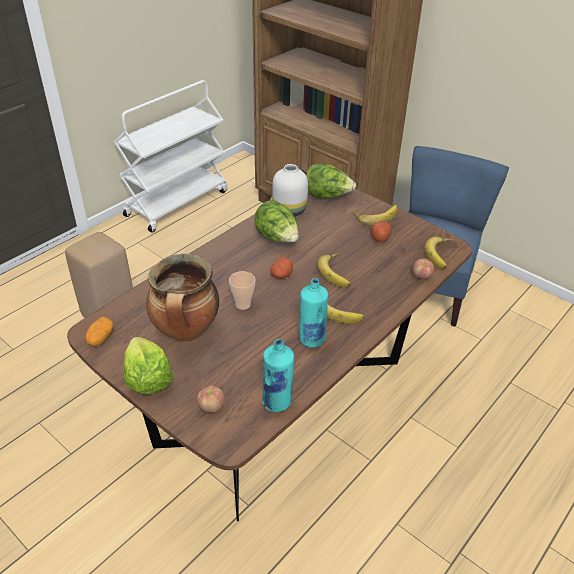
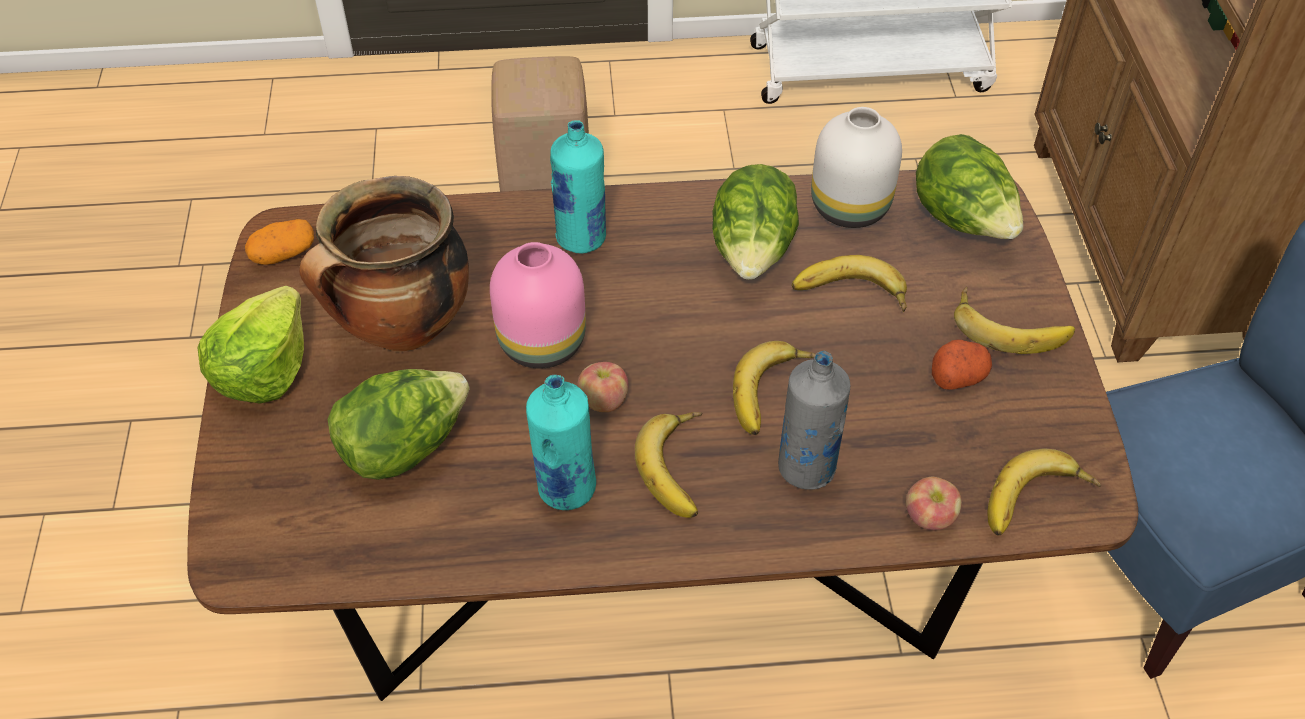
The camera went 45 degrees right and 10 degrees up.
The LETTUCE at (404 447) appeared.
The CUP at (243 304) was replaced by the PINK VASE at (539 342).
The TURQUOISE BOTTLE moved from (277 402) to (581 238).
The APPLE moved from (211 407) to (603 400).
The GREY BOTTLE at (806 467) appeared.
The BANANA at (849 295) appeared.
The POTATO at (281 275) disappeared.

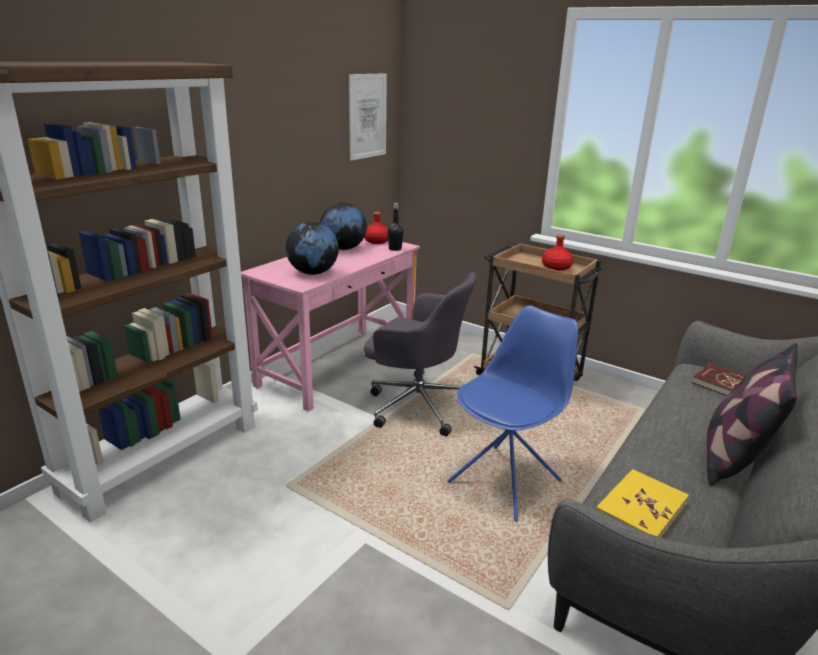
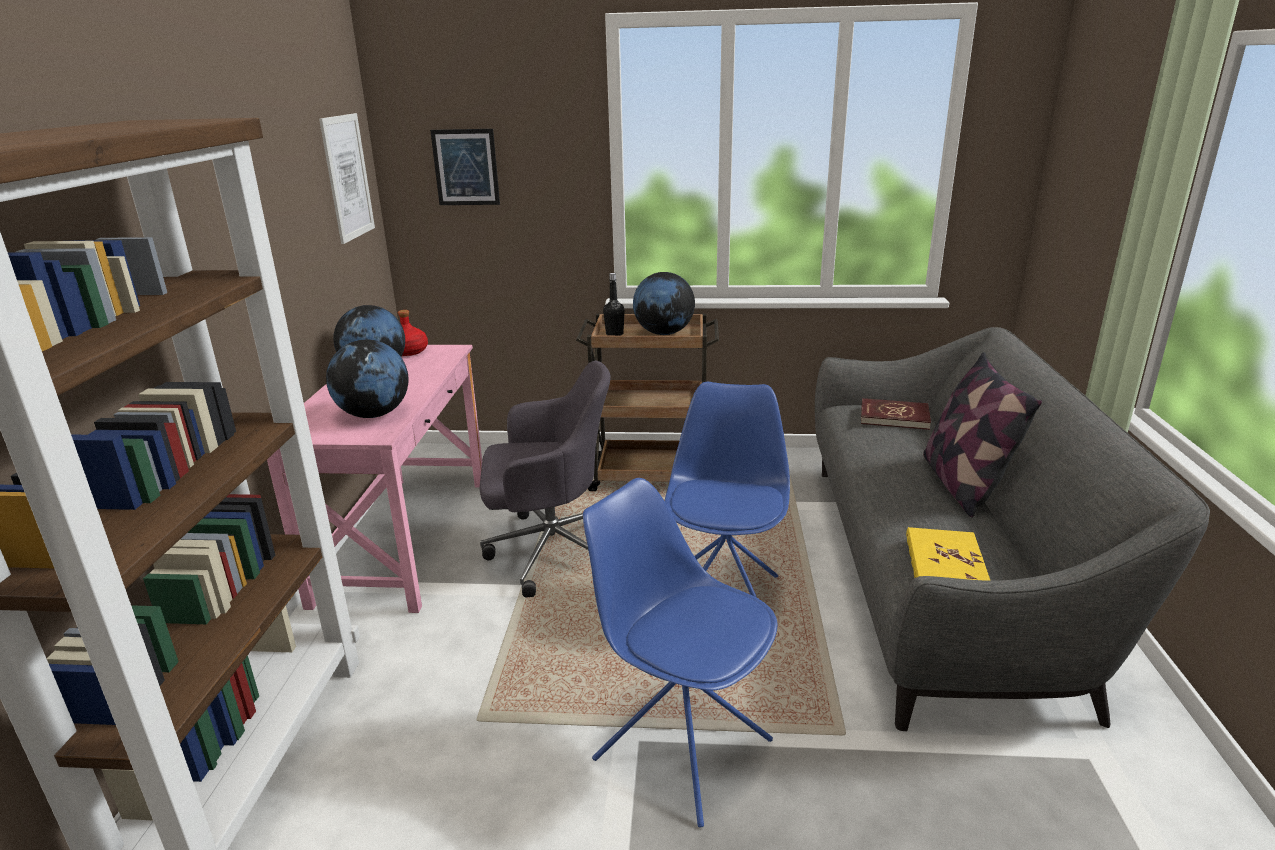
The camera went 30 degrees left and 0 degrees up.
The PICTURE at (466 167) appeared.
The BLUE CHAIR at (680 747) appeared.
The BLACK BOTTLE moved from (395 249) to (614 334).
The RED BOTTLE at (556 267) was replaced by the GLOBE at (664 333).

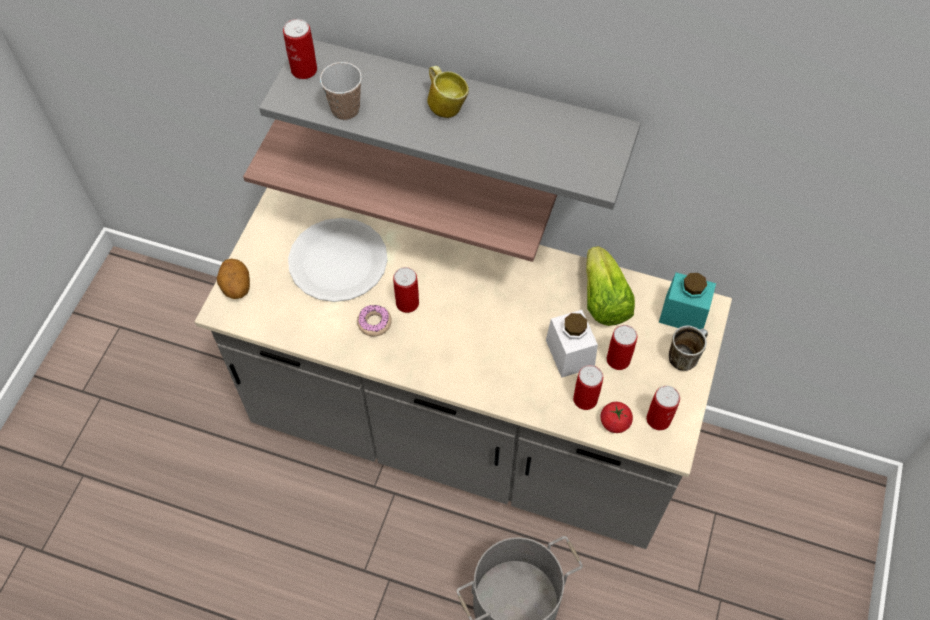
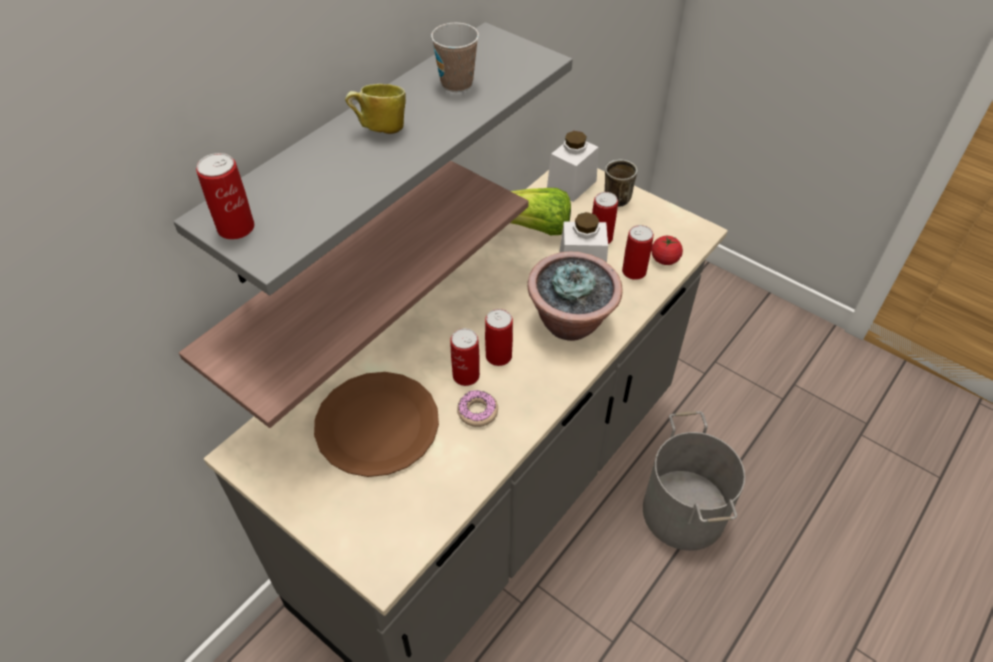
The camera went 70 degrees left and 10 degrees down.
The WHITE PLATE at (338 261) became the BROWN PLATE at (377 425).
The CUP moved from (345 110) to (457 83).
The CAN moved from (658 419) to (498 356).
The POTTED PLANT at (571 322) appeared.
The TURQUOISE JAR at (683 314) became the WHITE JAR at (571 184).
The POTATO at (236 287) disappeared.

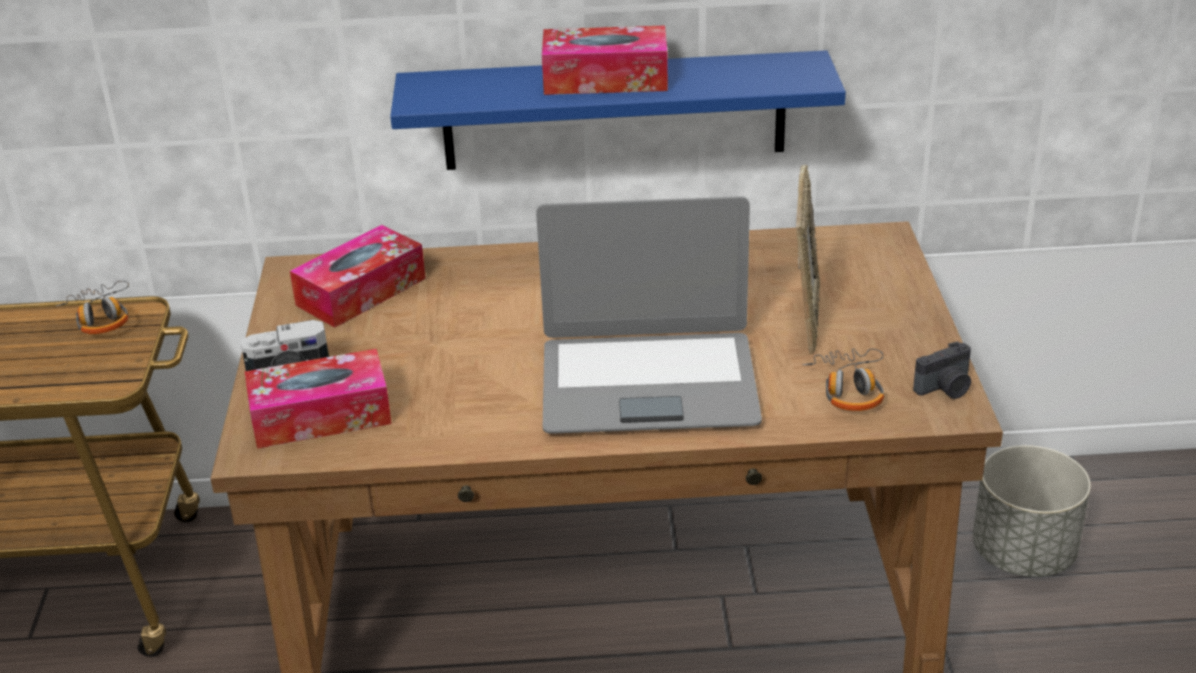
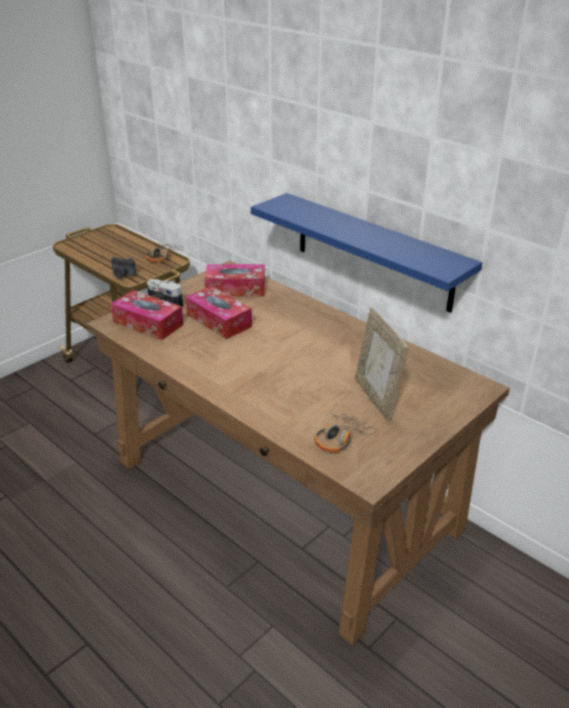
The camera went 45 degrees right and 0 degrees up.
The PHOTO CAMERA moved from (945 389) to (122 275).
The TISSUE BOX moved from (605 79) to (219 320).
The PICTURE FRAME at (804 319) turned 105 degrees clockwise.
The LAPTOP at (648 384) disappeared.
The GREY PLANTER at (1022 553) disappeared.

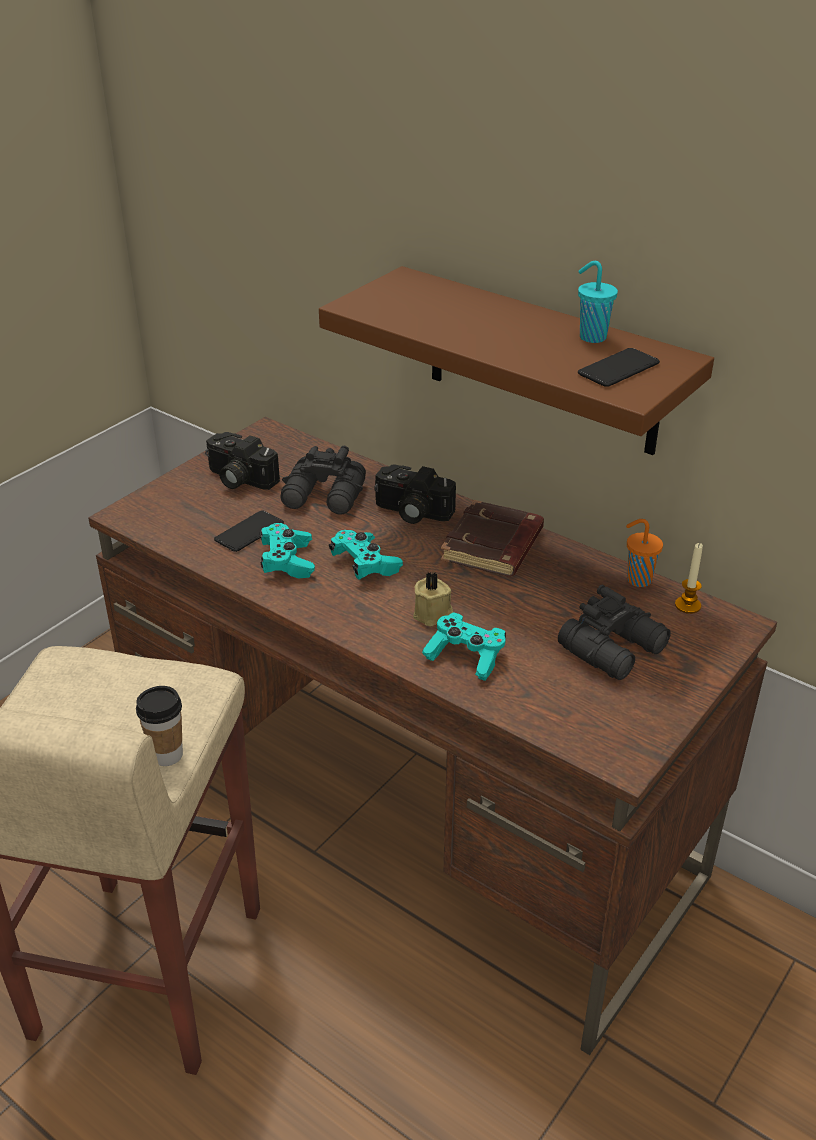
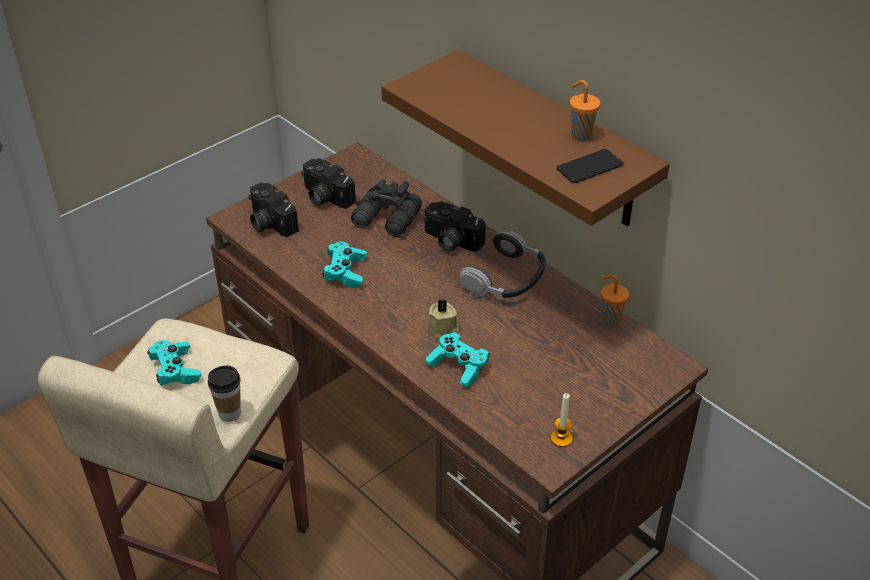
The camera went 10 degrees right and 5 degrees up.
The TURQUOISE GAME CONTROLLER moved from (365 564) to (175 370).
The PHOTO CAMERA at (269 222) appeared.
The BROWN BOOK at (493 547) was replaced by the HEADPHONES at (506 278).
The CANDLE moved from (687 605) to (561 438).
The TURQUOISE CUP at (591 337) became the ORANGE CUP at (580 135).
The PHONE at (249 532) disappeared.
The BLACK BINOCULARS at (615 649) disappeared.

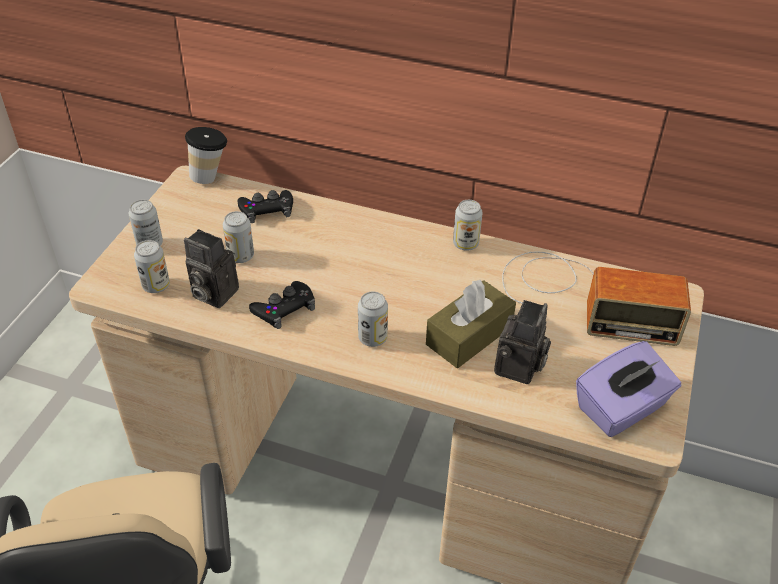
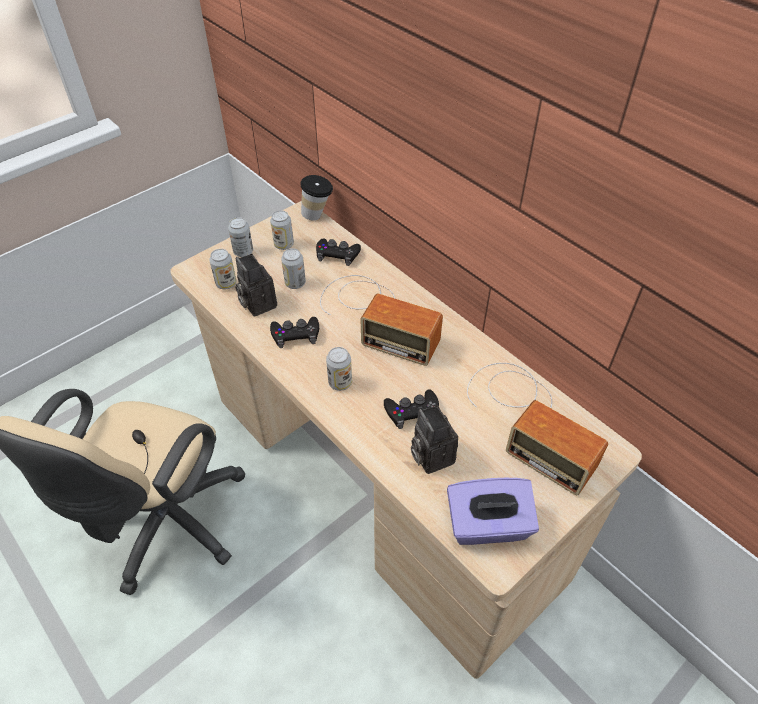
The camera went 30 degrees right and 5 degrees up.
The CAN moved from (465 244) to (284 245).
The RADIO at (376 316) appeared.
The BROWN TISSUE BOX at (469 335) was replaced by the BLACK GAME CONTROLLER at (412 411).
The PHOTO CAMERA at (519 369) turned 105 degrees clockwise.

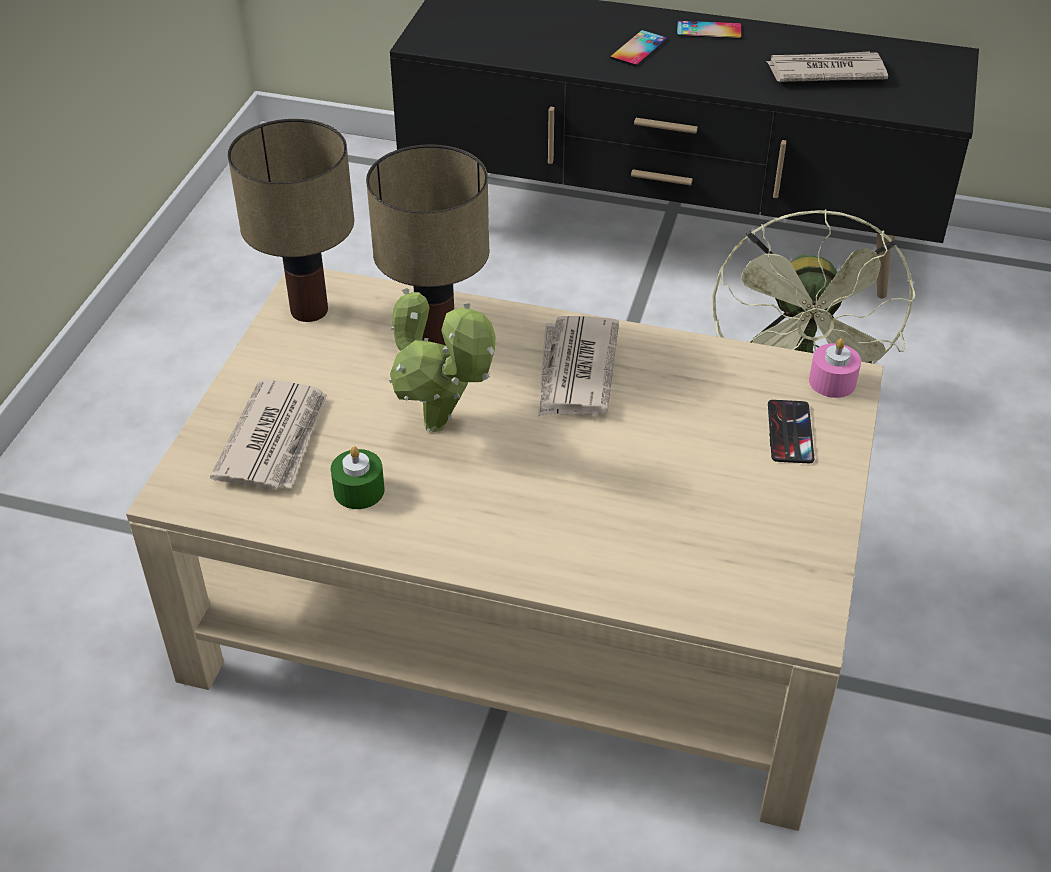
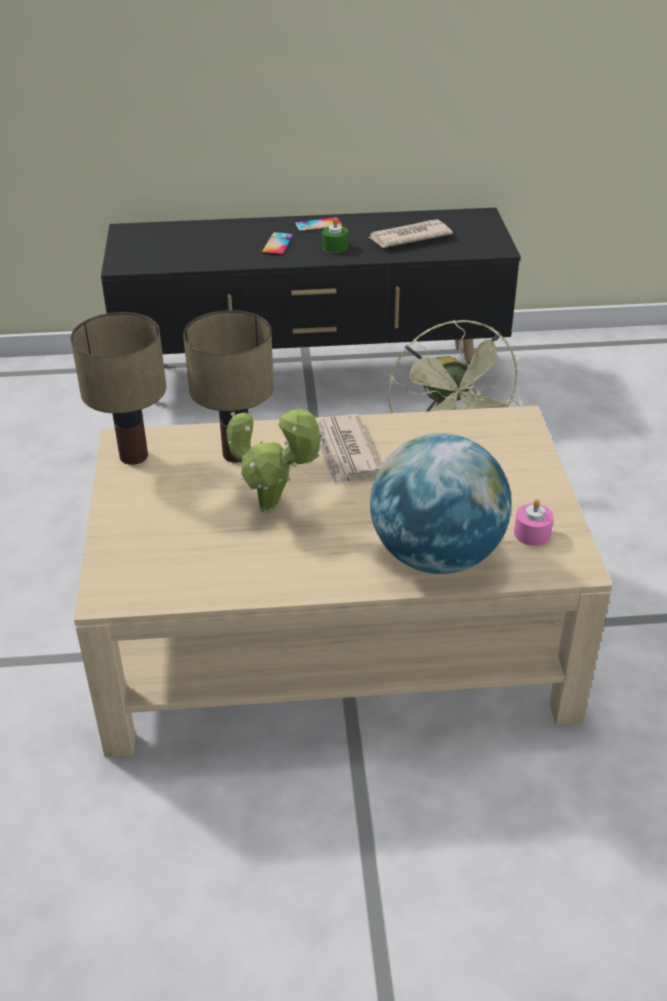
The camera went 20 degrees left and 5 degrees down.
The GREEN CANDLE moved from (359 490) to (335 247).
The GLOBE at (436 555) appeared.
The PINK CANDLE moved from (832 382) to (532 533).
The NEWSPAPER at (275 439) disappeared.
The PHONE at (790 432) disappeared.

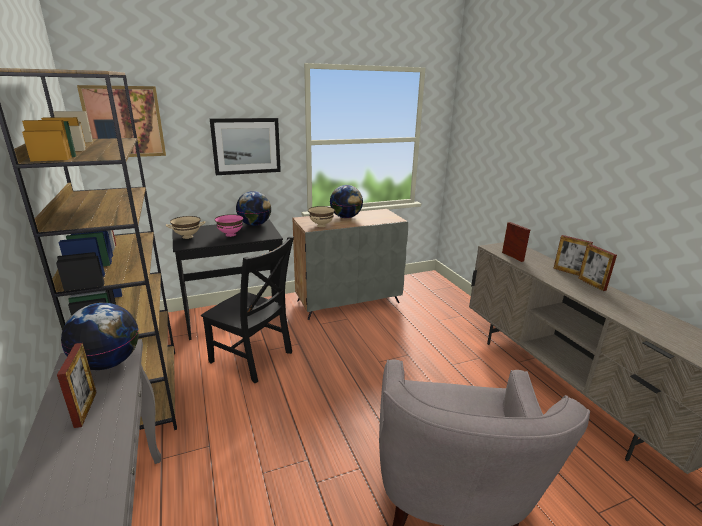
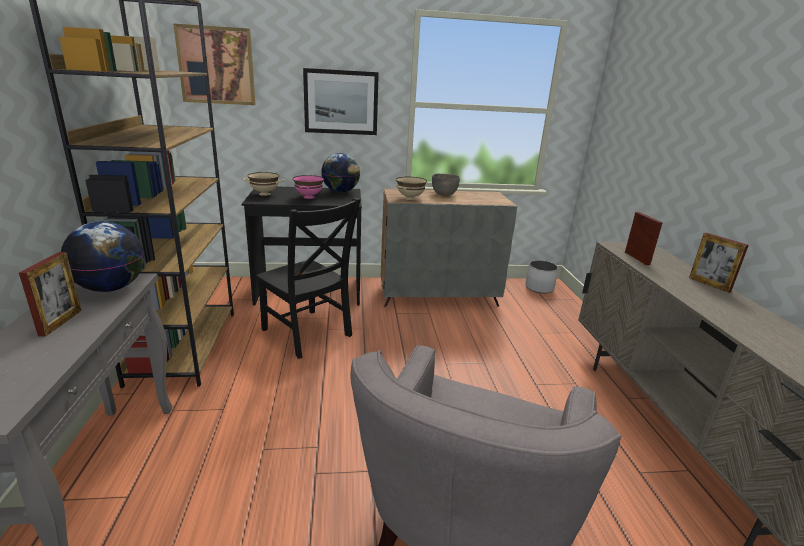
The camera went 15 degrees right and 0 degrees up.
The GLOBE at (346 217) was replaced by the GREY BOWL at (444 194).
The WHITE PLANTER at (539 288) appeared.
The PICTURE FRAME at (592 284) disappeared.

